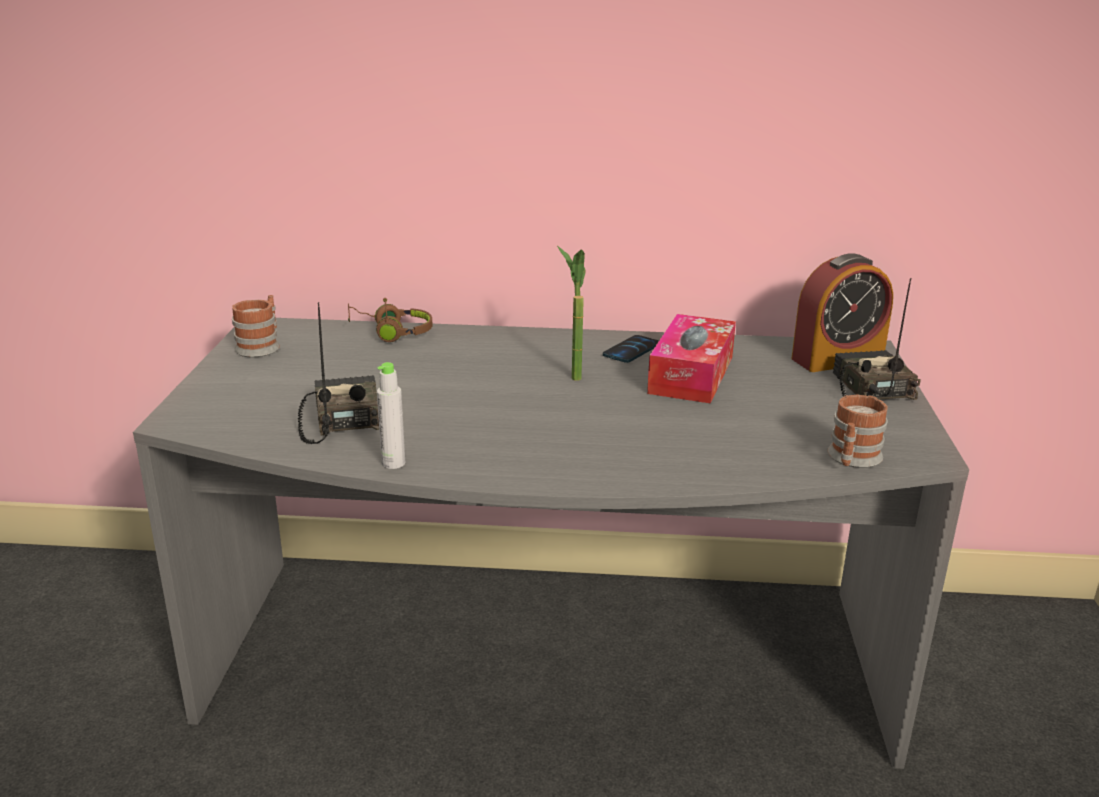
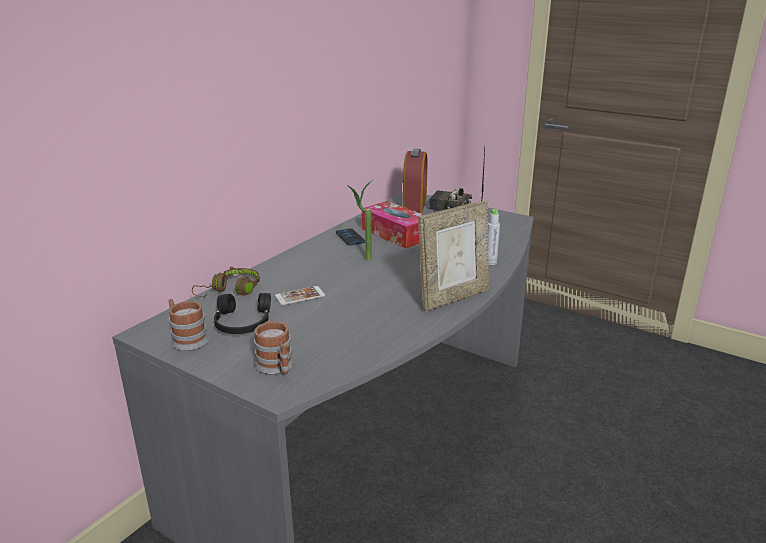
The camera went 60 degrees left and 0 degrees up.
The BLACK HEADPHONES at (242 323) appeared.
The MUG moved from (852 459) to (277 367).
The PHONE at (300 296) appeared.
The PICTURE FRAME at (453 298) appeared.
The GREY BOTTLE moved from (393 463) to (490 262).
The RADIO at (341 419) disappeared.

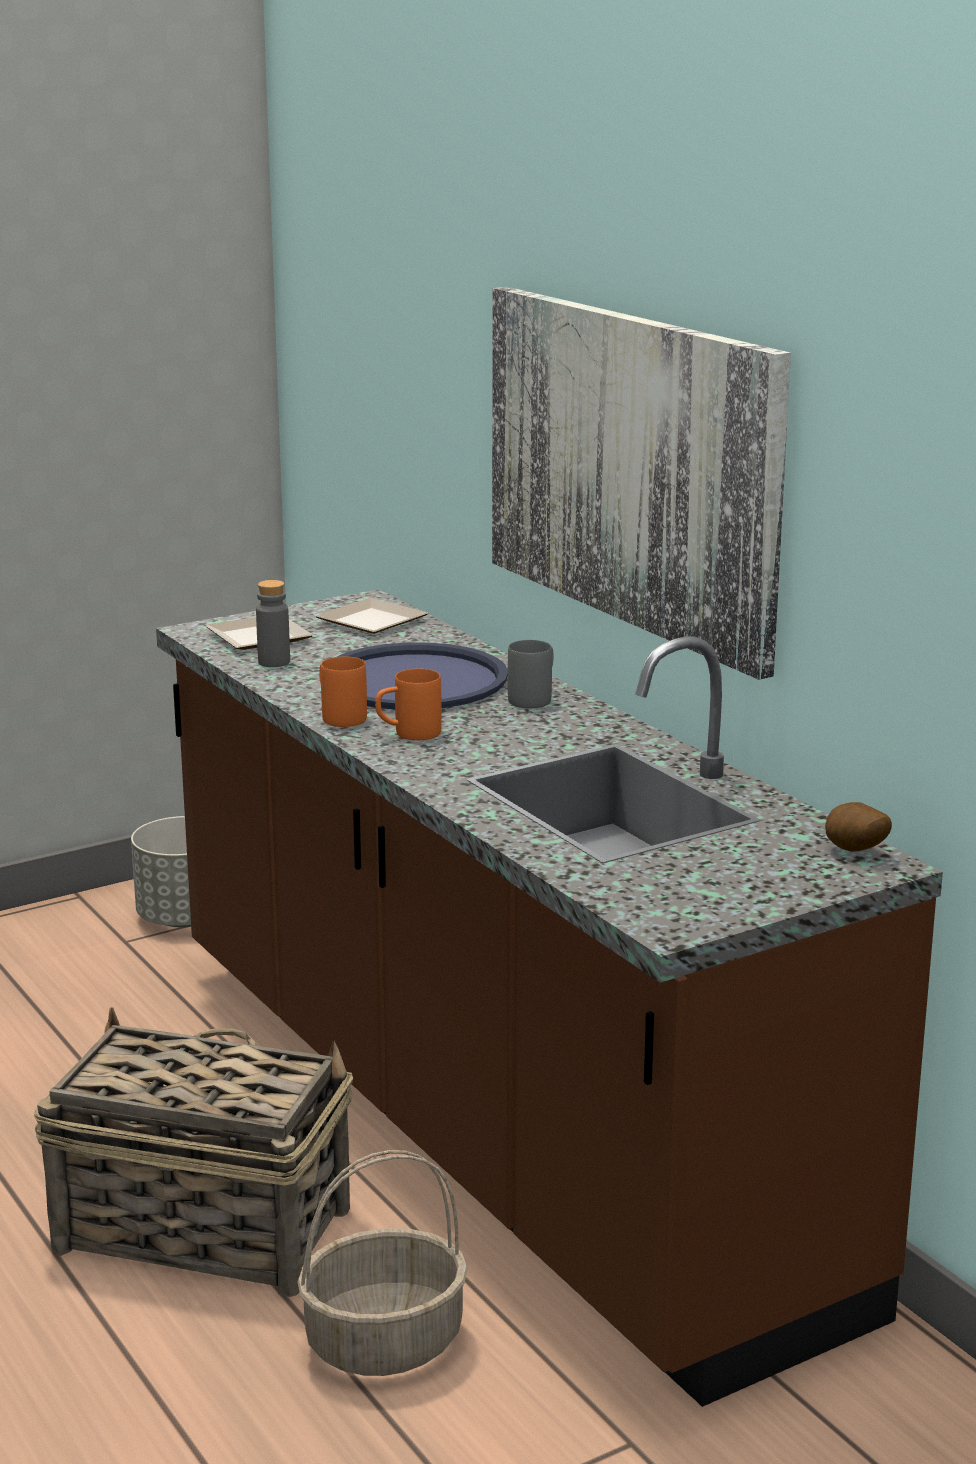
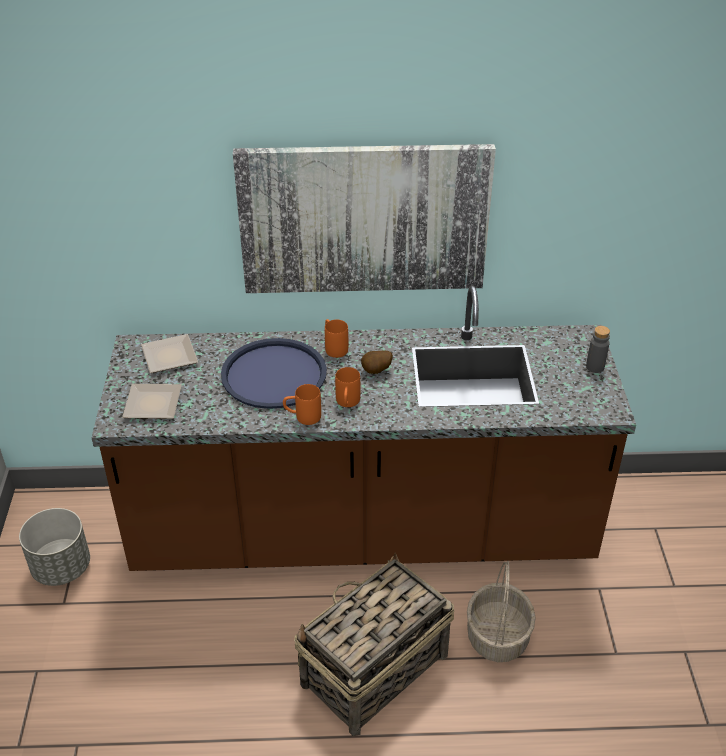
The camera went 60 degrees left and 20 degrees up.
The GREY MUG at (535 698) became the ORANGE MUG at (334 347).
The POTATO moved from (854 852) to (376 371).
The GREY BOTTLE moved from (274 662) to (595 367).

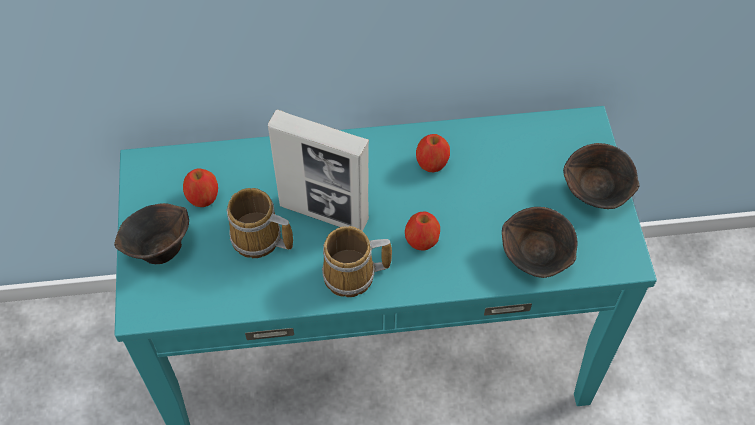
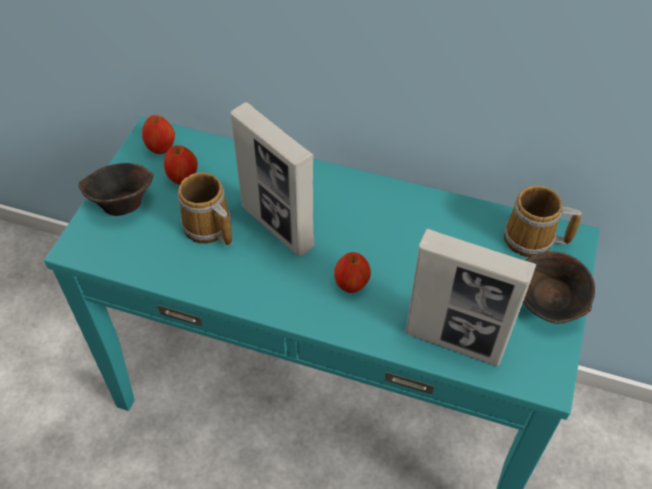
The camera went 25 degrees right and 5 degrees down.
The APPLE moved from (432 164) to (161 147).
The BROWN BOWL at (536 257) was replaced by the PICTURE FRAME at (454 342).
The MUG moved from (353 275) to (532 240).

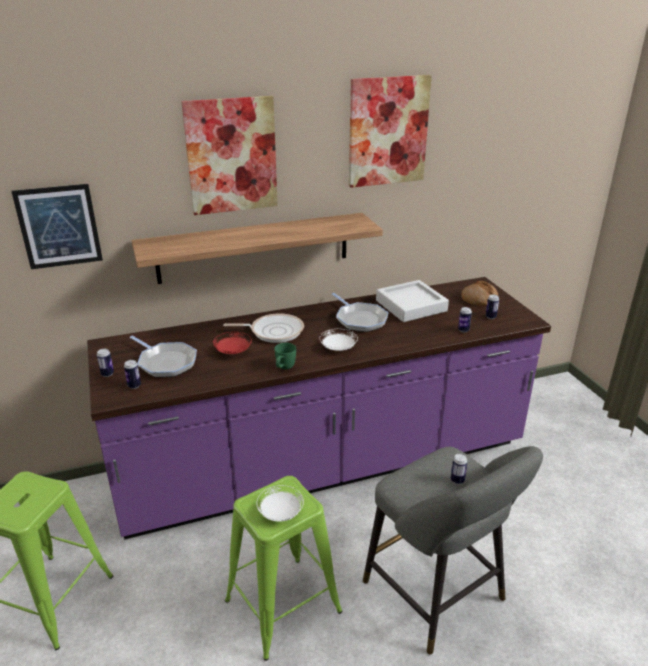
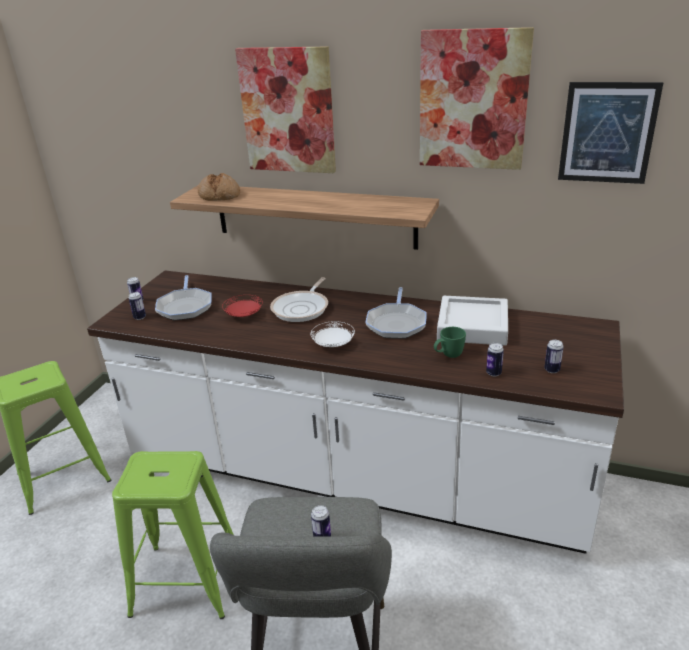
The camera went 40 degrees right and 0 degrees up.
The PURPLE COUNTER at (324 465) became the WHITE COUNTER at (353 473).
The BREAD moved from (479 299) to (219 195).
The FRYING PAN at (273 331) turned 75 degrees clockwise.
The GREEN MUG moved from (284 369) to (448 356).
The PICTURE moved from (59 226) to (607 133).
The WHITE PLATE at (280 513) disappeared.

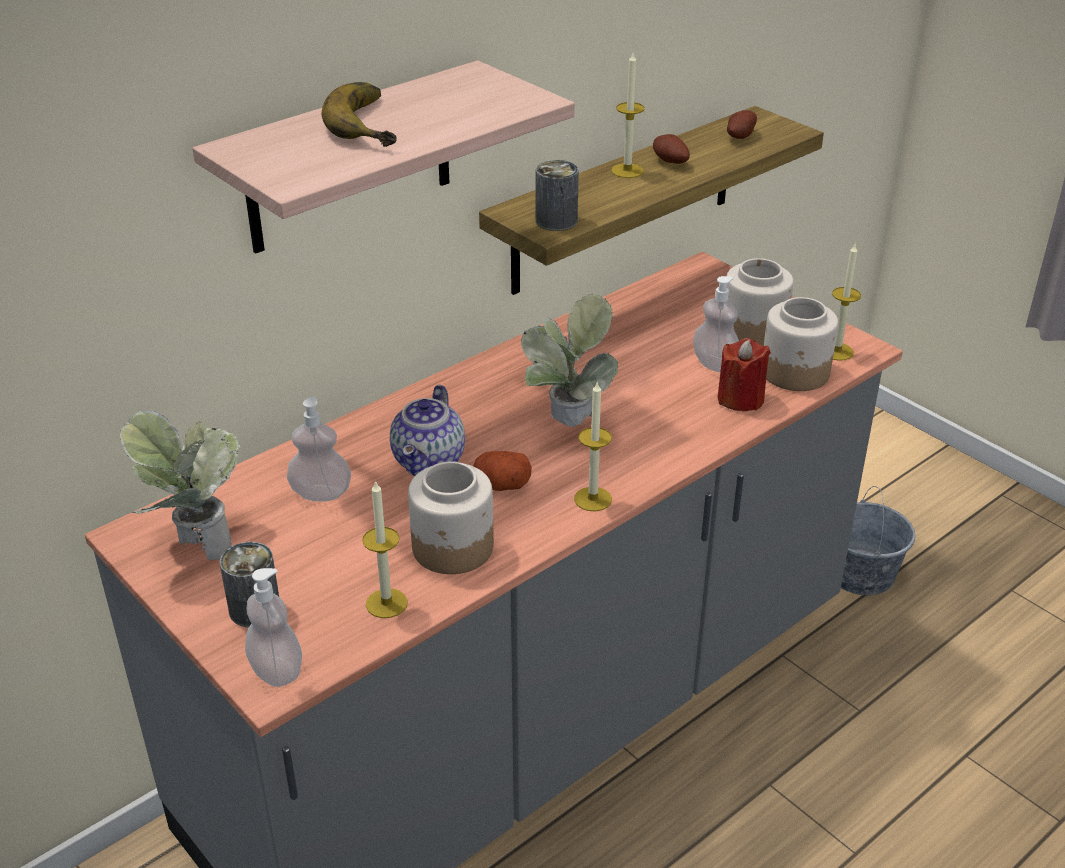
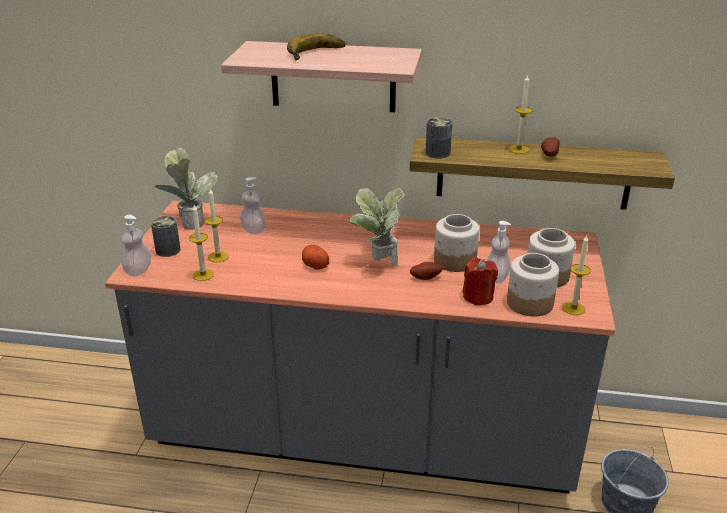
The camera went 50 degrees right and 5 degrees down.
The CANDLE moved from (593 499) to (218 257).
The POTATO moved from (739 136) to (425 277).
The JAR moved from (453 548) to (454 261).
The TEAPOT at (430 461) disappeared.

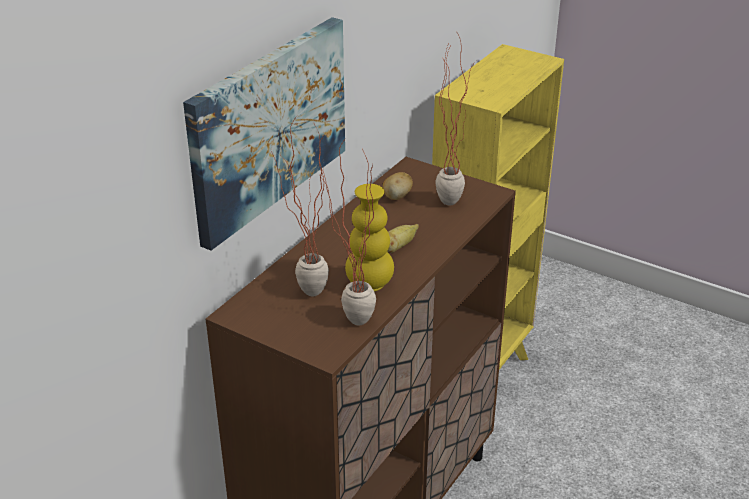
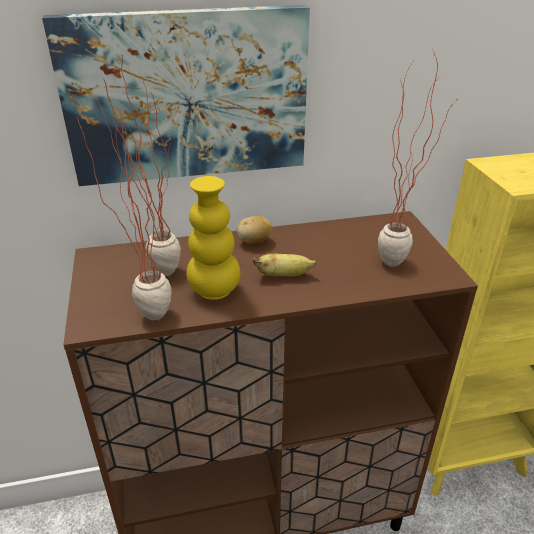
The camera went 45 degrees right and 0 degrees up.
The POTATO moved from (397 197) to (254 241).

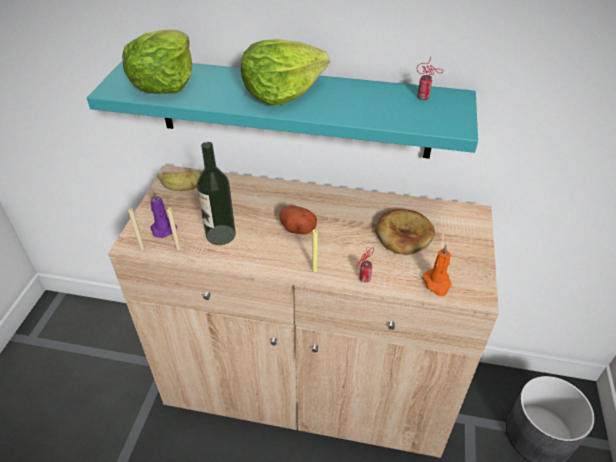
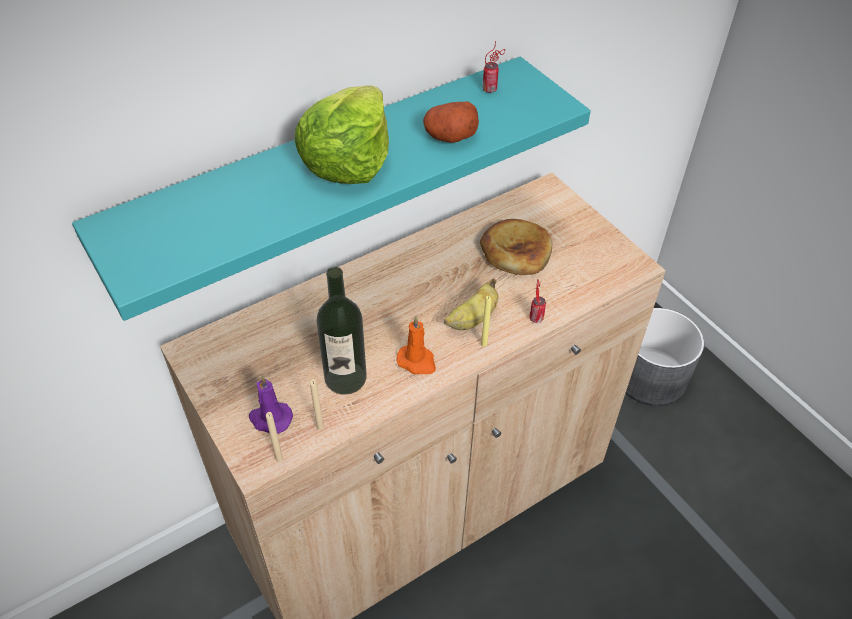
The camera went 45 degrees left and 5 degrees up.
The ORANGE CANDLE moved from (437 283) to (417 361).
The POTATO moved from (297 228) to (450 136).
The BANANA moved from (182 188) to (472 319).
The LETTUCE at (164 82) disappeared.

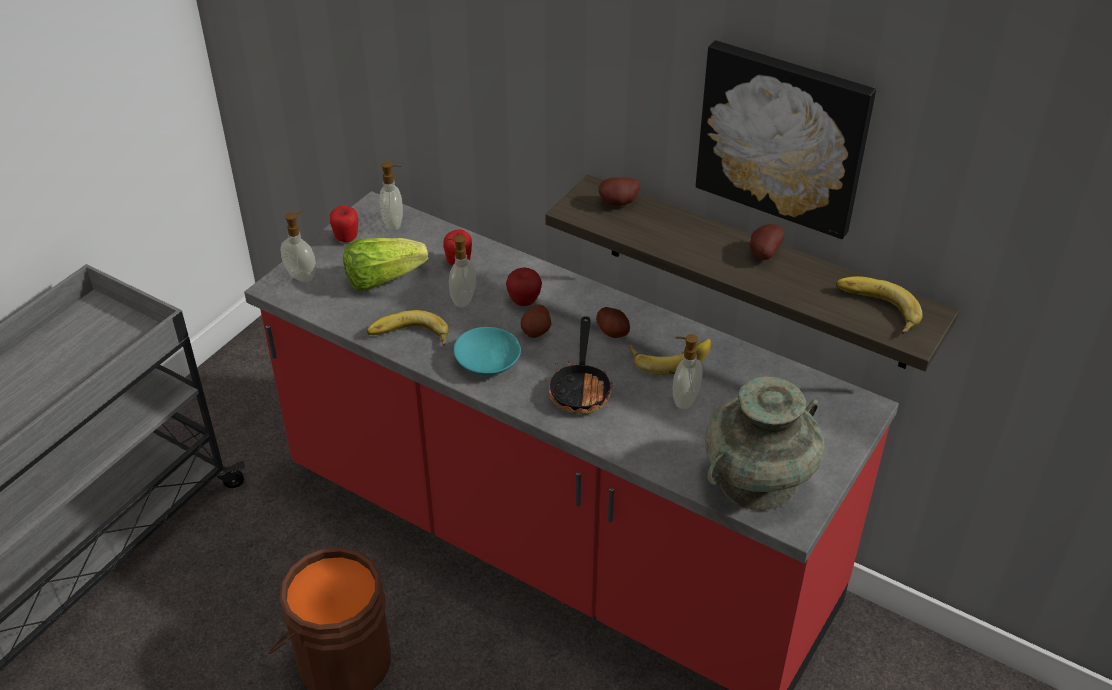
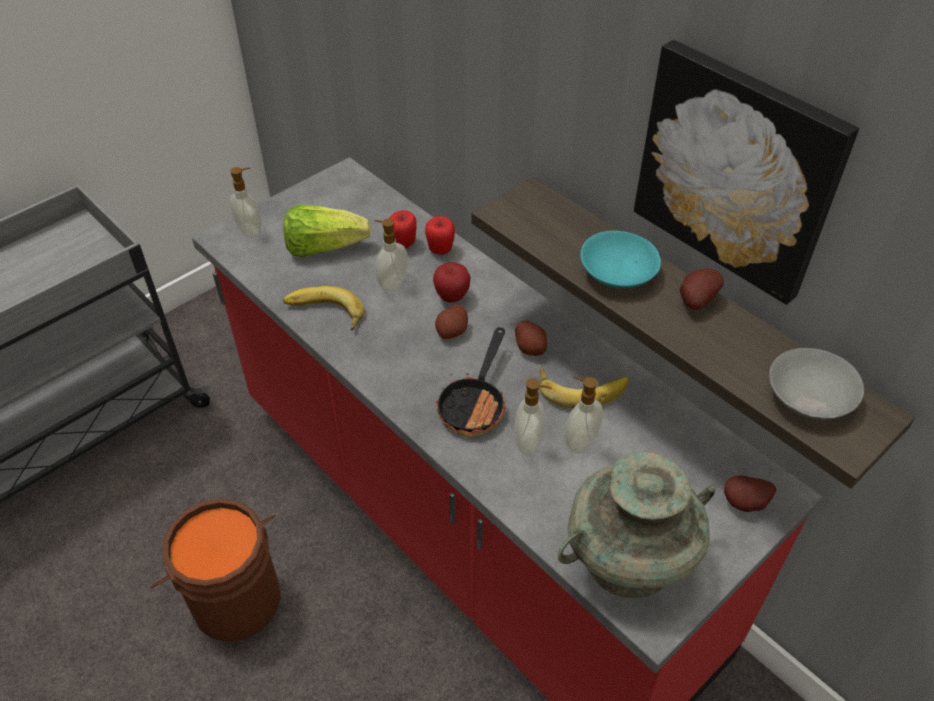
The camera went 15 degrees right and 5 degrees up.
The APPLE moved from (346 238) to (440 250).
The SOAP DISPENSER moved from (394 223) to (529 443).
The TURQUOISE BOWL moved from (488 362) to (619 272).
The POTATO moved from (619 204) to (745 504).
The BANANA at (875 310) was replaced by the GREY BOWL at (808 397).

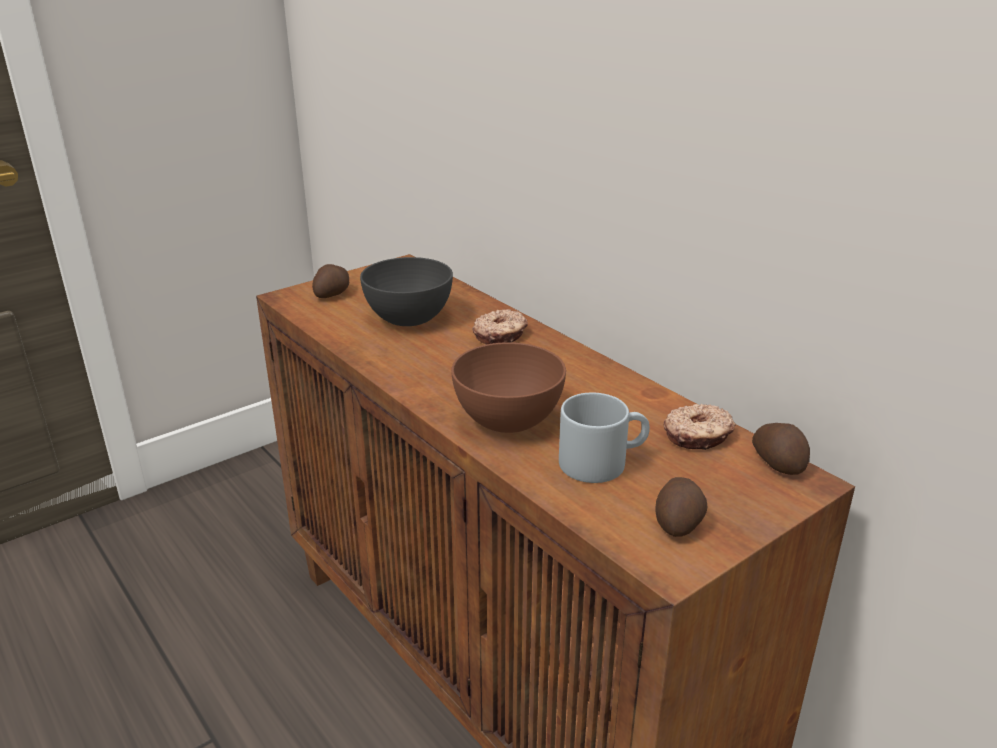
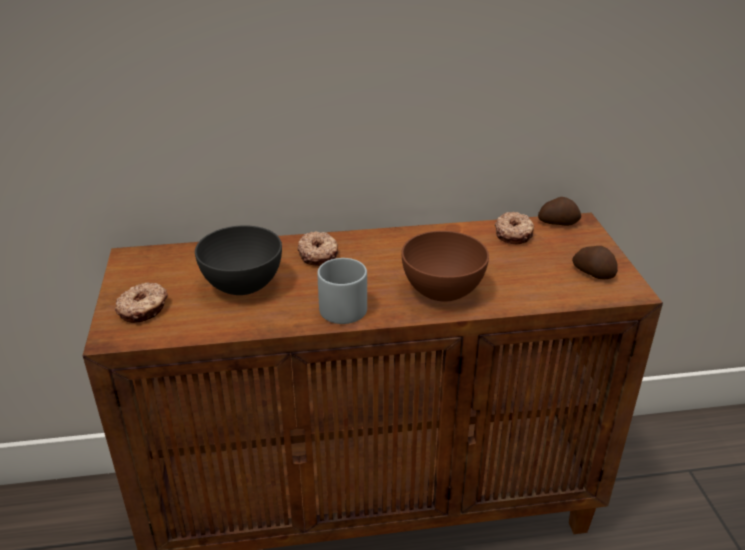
The camera went 60 degrees left and 5 degrees up.
The POTATO at (333 294) was replaced by the DONUT at (144 309).
The GREY MUG moved from (602 461) to (344 304).

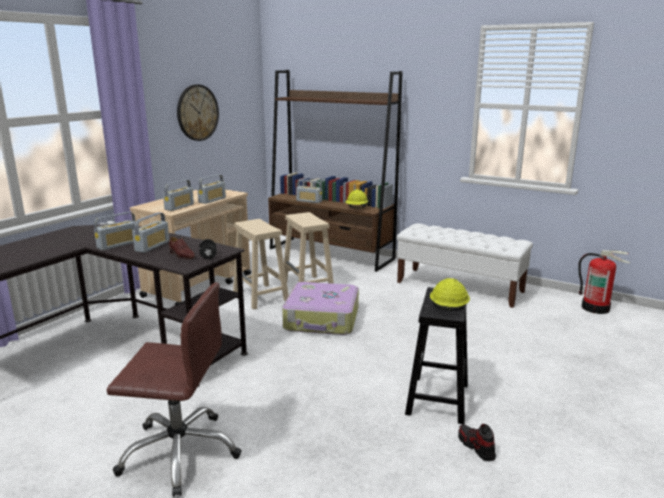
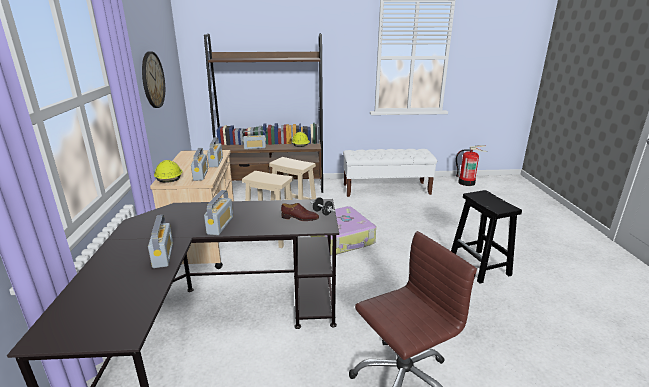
The camera went 35 degrees left and 5 degrees up.
The RADIO moved from (152 246) to (163 255).
The YELLOW HARD HAT moved from (448 308) to (169 181).
The SHOE at (476 447) disappeared.

